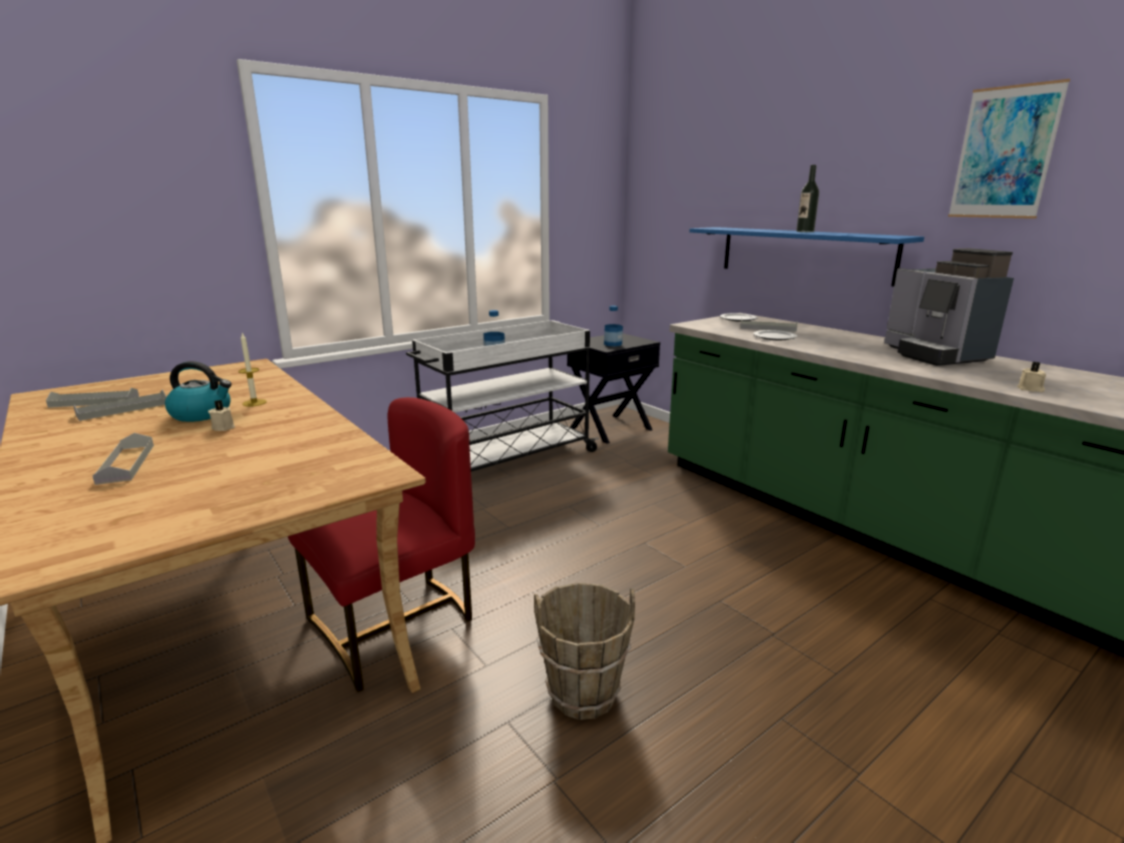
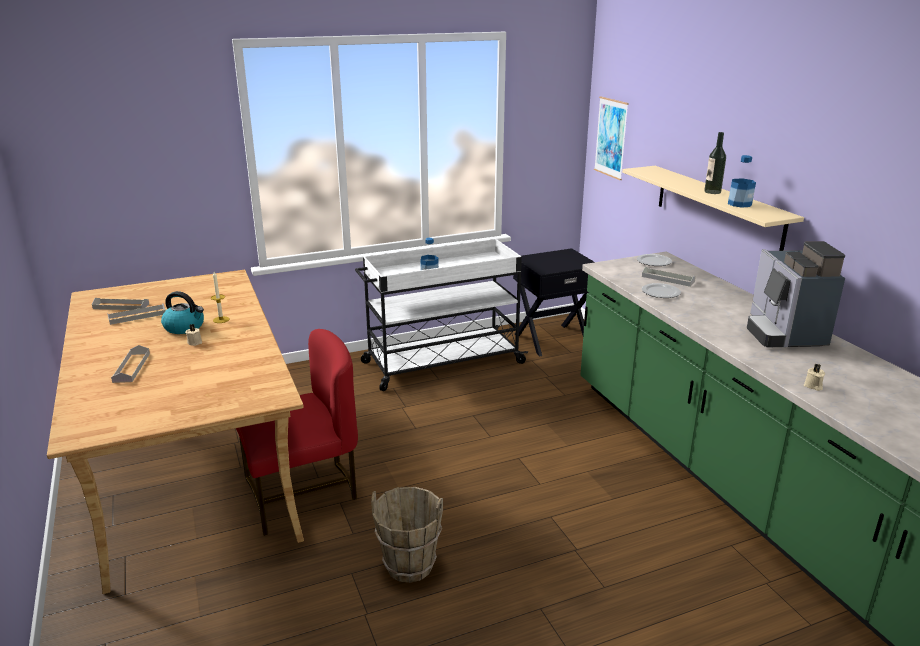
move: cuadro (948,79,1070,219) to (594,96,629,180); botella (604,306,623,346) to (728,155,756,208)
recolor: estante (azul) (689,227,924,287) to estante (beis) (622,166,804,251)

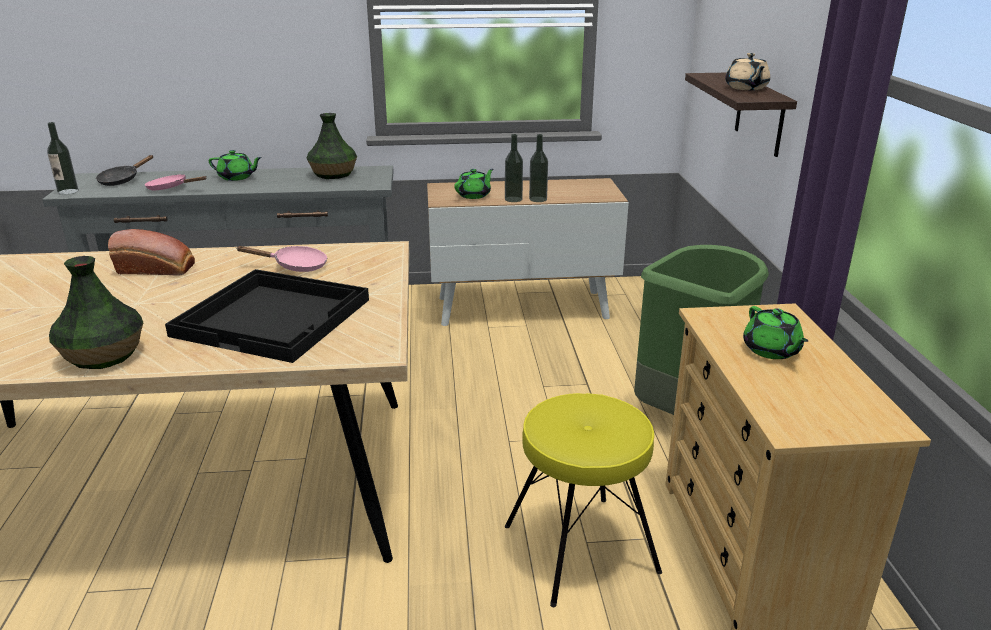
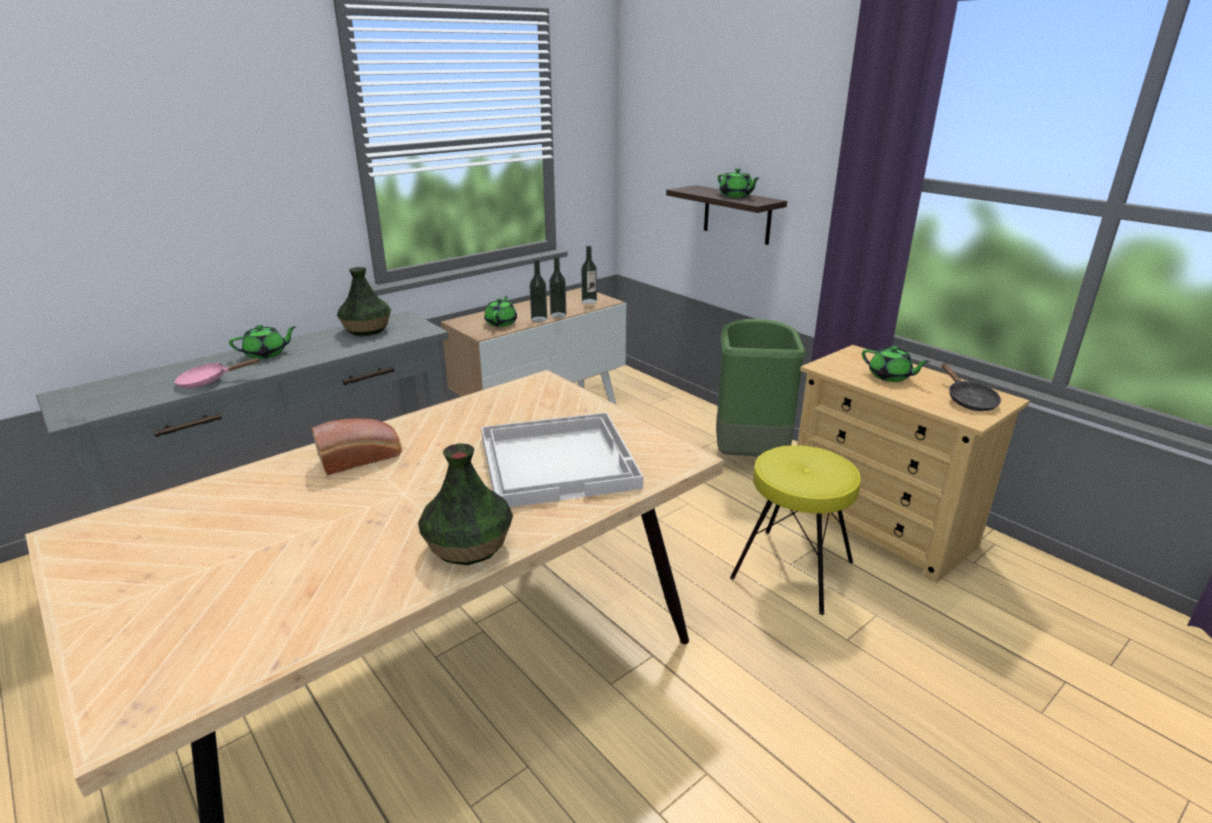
delete: sartén (rosa) (237,246,327,272)
move: botella (47,122,78,195) to (581,246,597,304); sartén (negro) (96,155,153,186) to (941,363,1001,411)
recolor: bandeja (negro) (165,269,369,363) to bandeja (blanco) (481,412,644,507); tetera (beis) (725,53,770,90) to tetera (verde) (718,168,759,197)

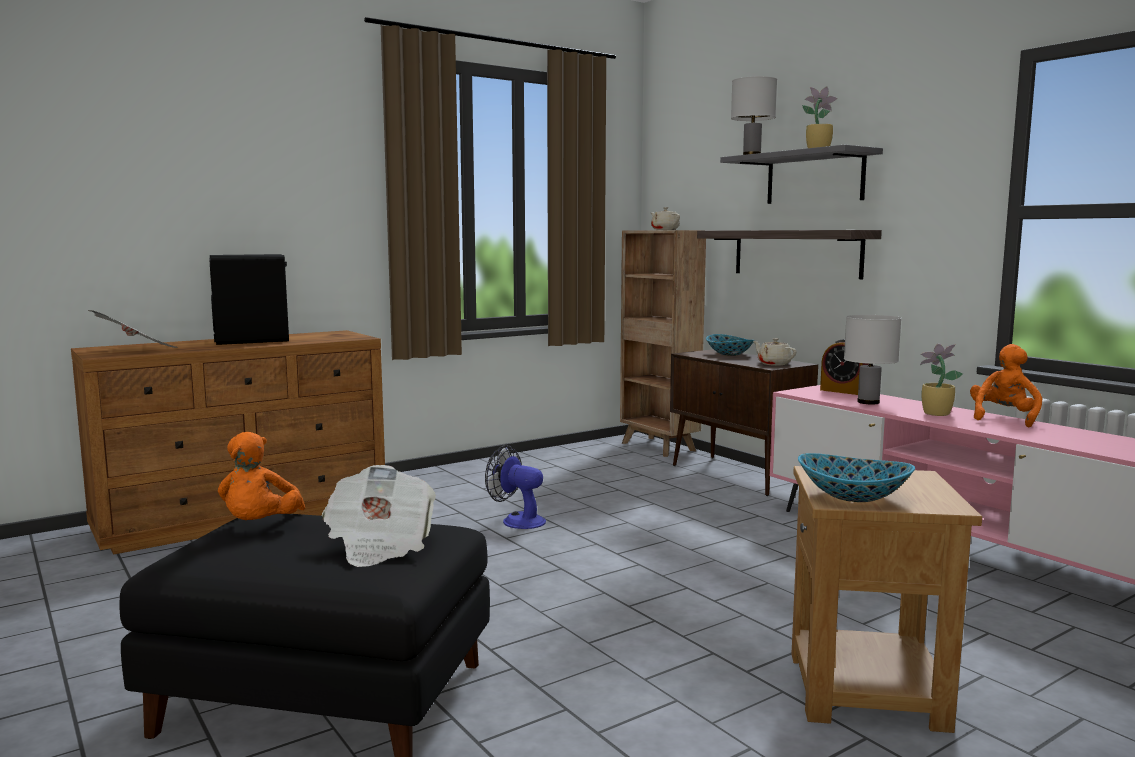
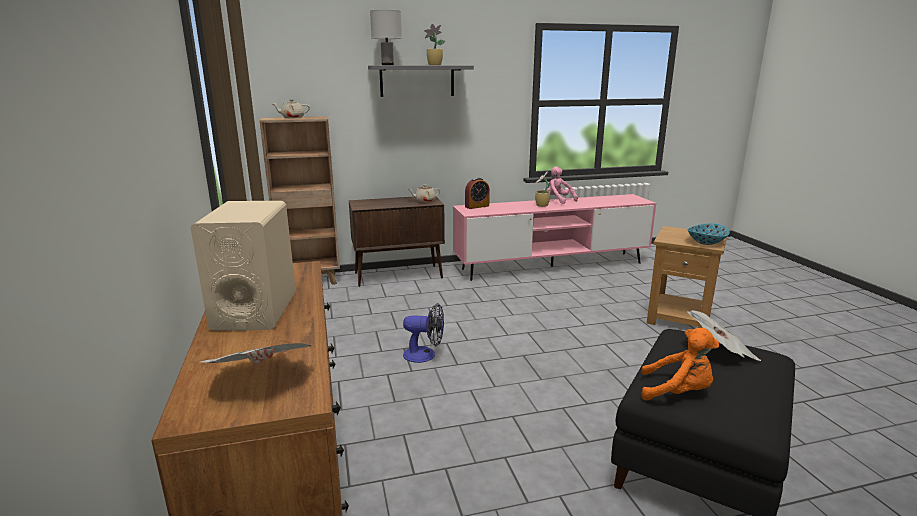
delete: estante (697,230,882,279); cuenco (706,334,755,356); lámpara de mesa (blanco) (844,315,902,404)
recolor: altavoz (negro) (209,254,289,345) to altavoz (beis) (191,201,296,331); peluche (naranja) (970,344,1042,427) to peluche (rosa) (546,166,578,204)
rotate: ventilador (485,445,546,529) = (403,303,444,363) 135 degrees counterclockwise

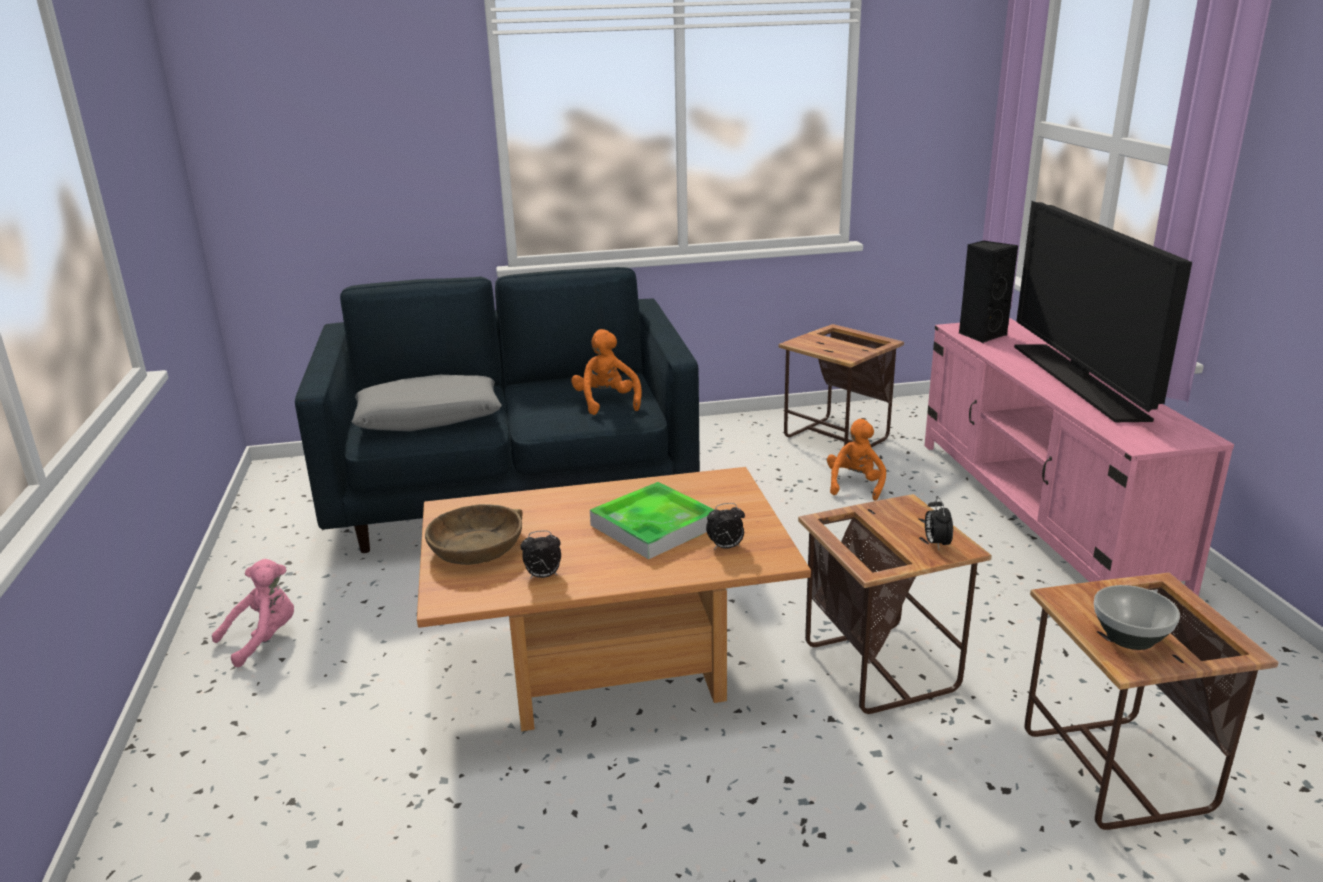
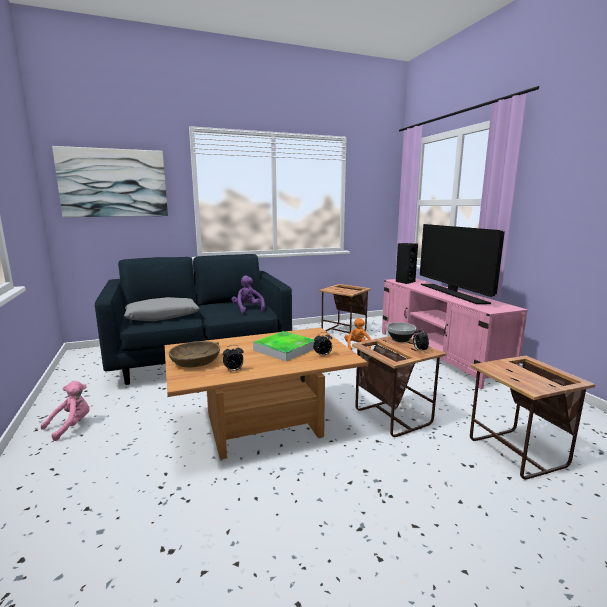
insert: cuadro (52,146,168,217)
move: cuenco (1094,585,1180,650) to (387,322,416,342)
recolor: peluche (naranja) (571,329,642,415) to peluche (morado) (231,276,265,313)

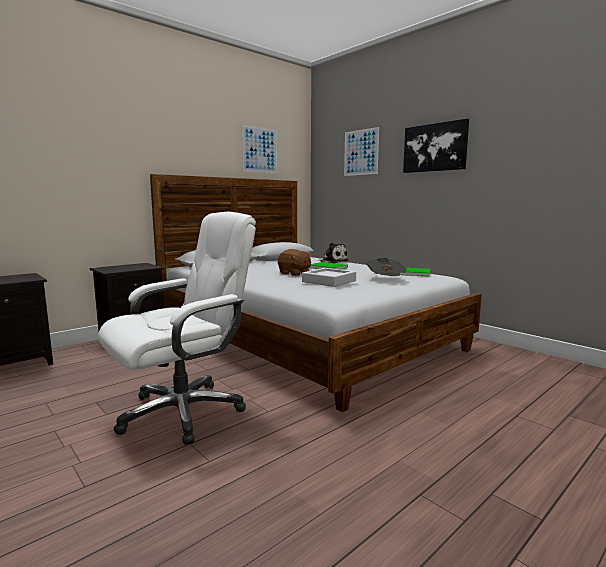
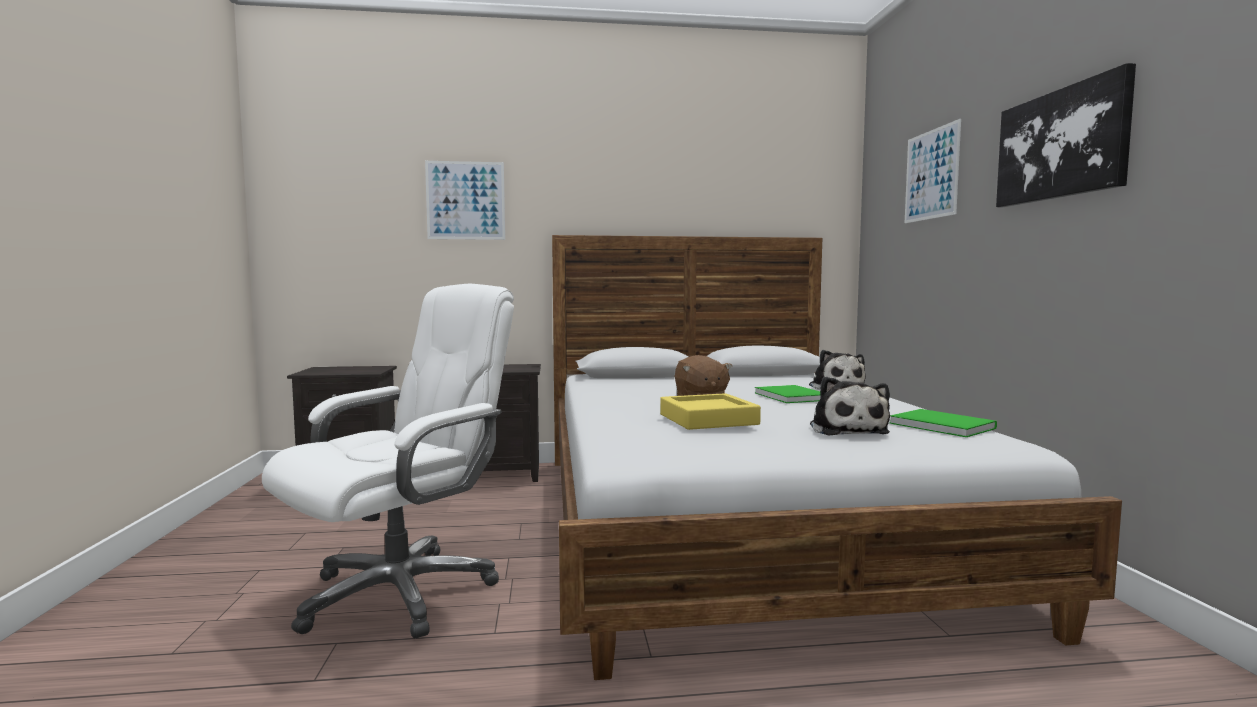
move: cuadro (241,125,277,173) to (425,161,505,240)
replace: periódico (365,258,407,276) to peluche (810,376,890,436)
recolor: bandeja (gris) (302,268,356,287) to bandeja (amarillo) (660,393,761,430)
rotate: silla de oficina (blanco) (98,212,256,445) = (262,284,514,638) 45 degrees counterclockwise

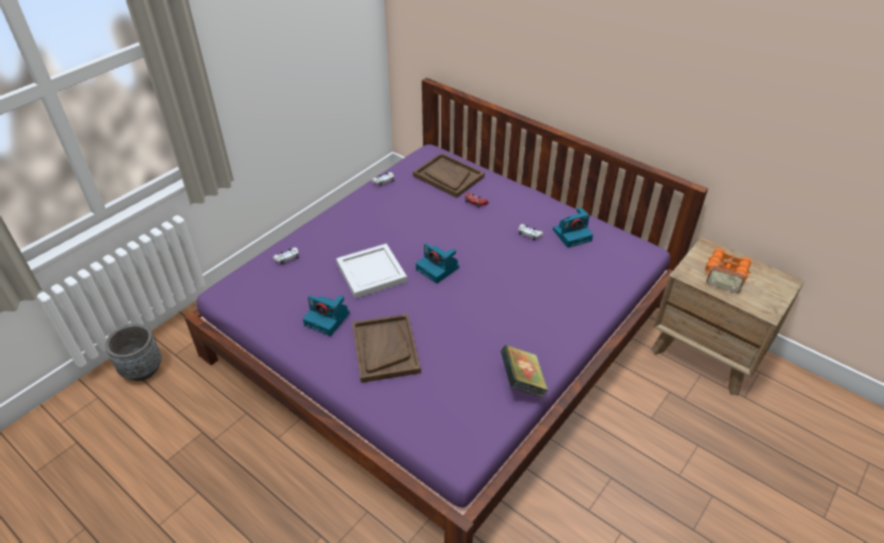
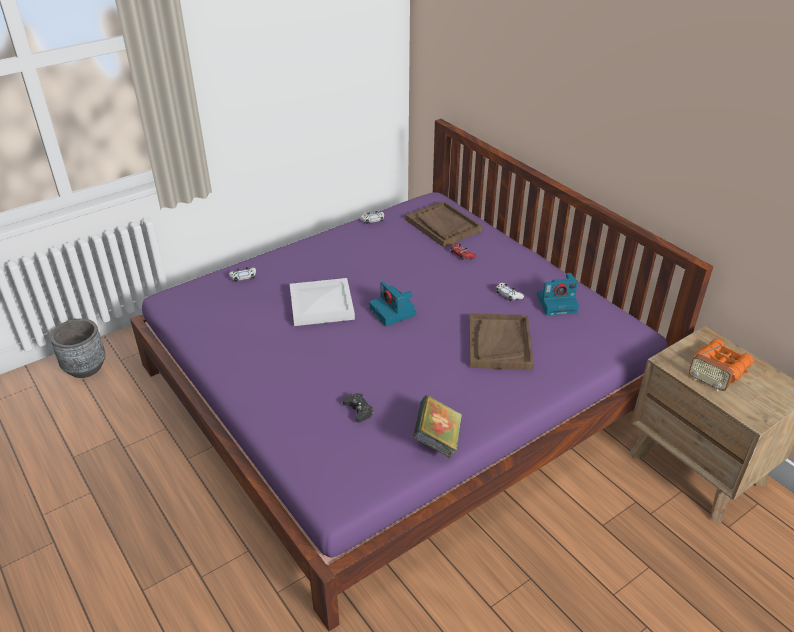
delete: cámara (303,295,350,336)
insert: mando de consola (negro) (343,393,373,423)
move: bandeja (marrón) (352,314,421,383) to (469,313,534,370)

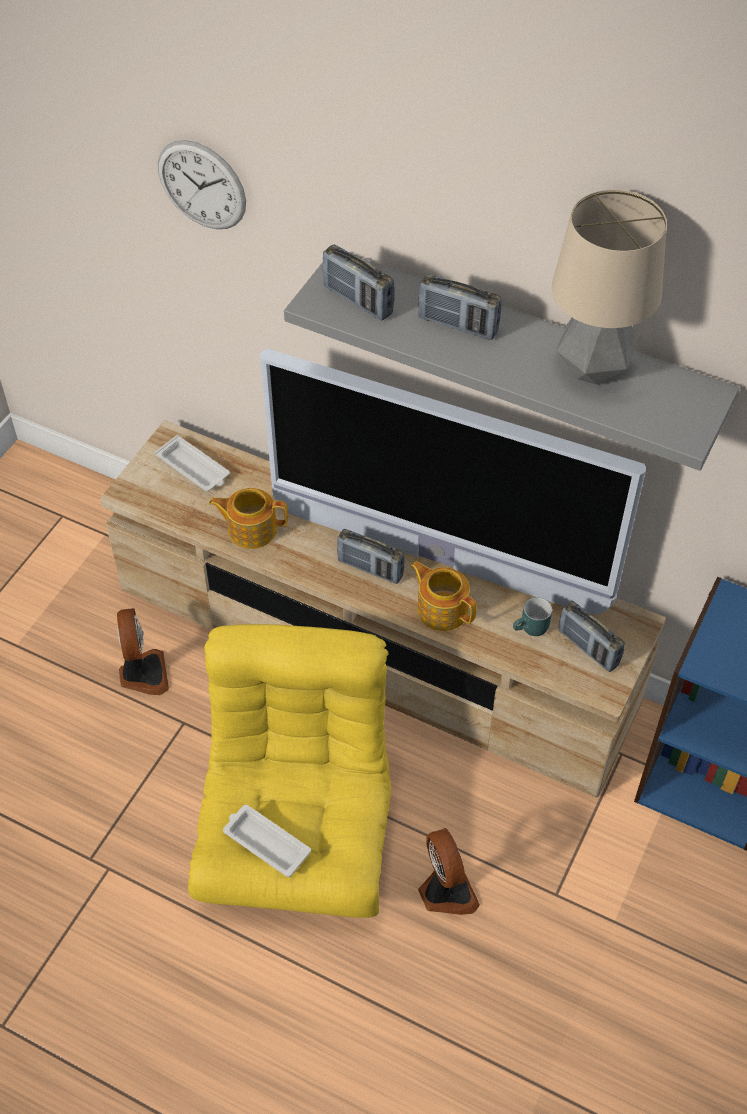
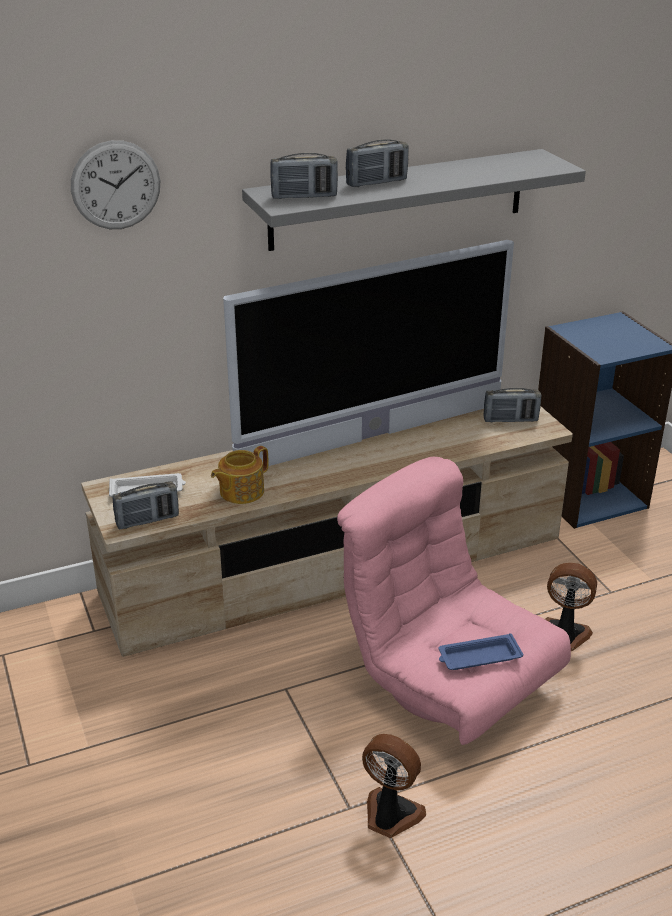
delete: tetera (411,561,477,631); taza grande (turquesa) (513,597,552,636); lámpara de mesa (552,189,667,385)
move: radio (337,529,405,584) to (112,481,179,530); ventilador (117,608,169,695) to (362,734,426,838)
recolor: sillón (amarillo) (188,624,391,918) to sillón (rosa) (337,457,571,745); bandeja (blanco) (223,805,311,877) to bandeja (azul) (439,633,523,670)

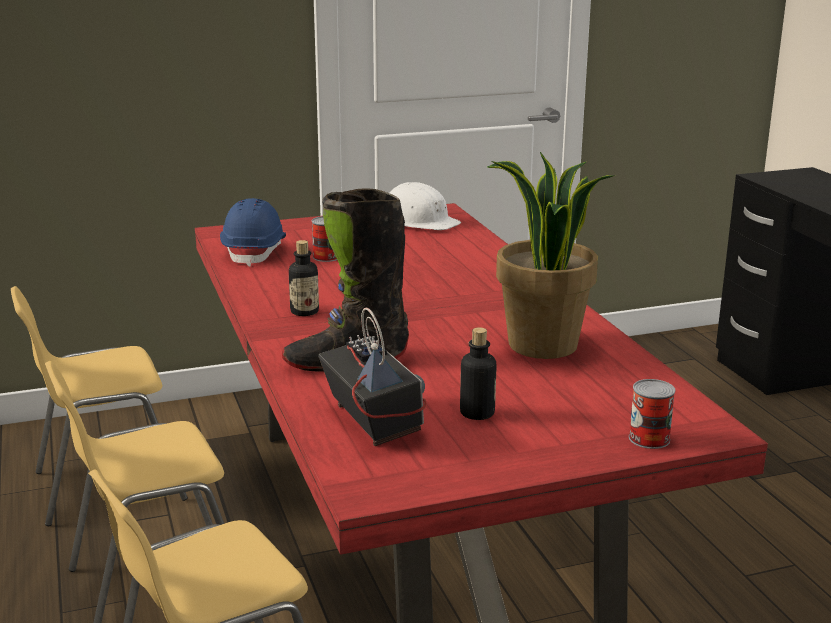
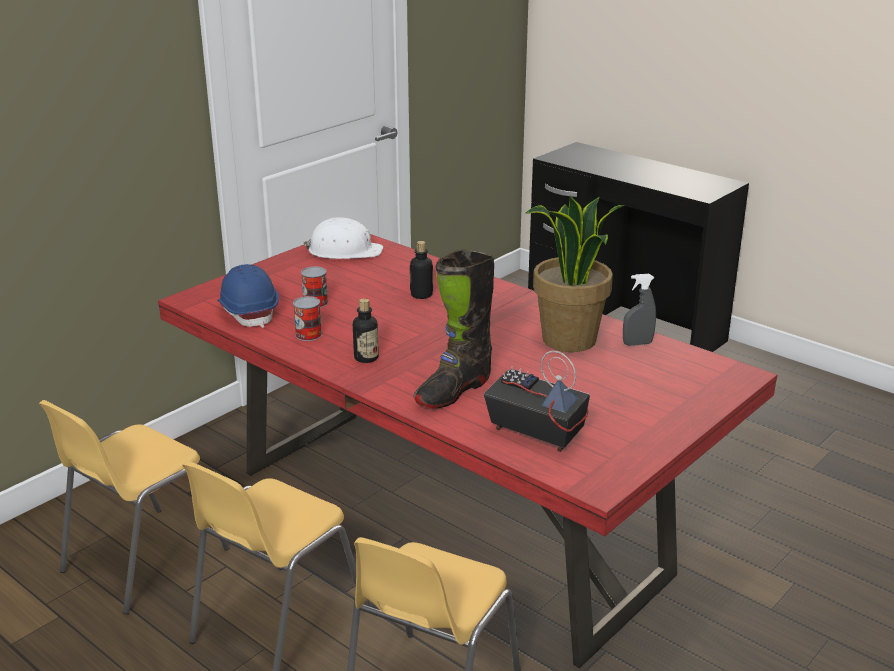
insert: pulverizador (gris) (623,274,656,346)
move: lata (629,379,675,449) to (293,296,322,341); botella (460,327,497,420) to (410,241,433,299)

